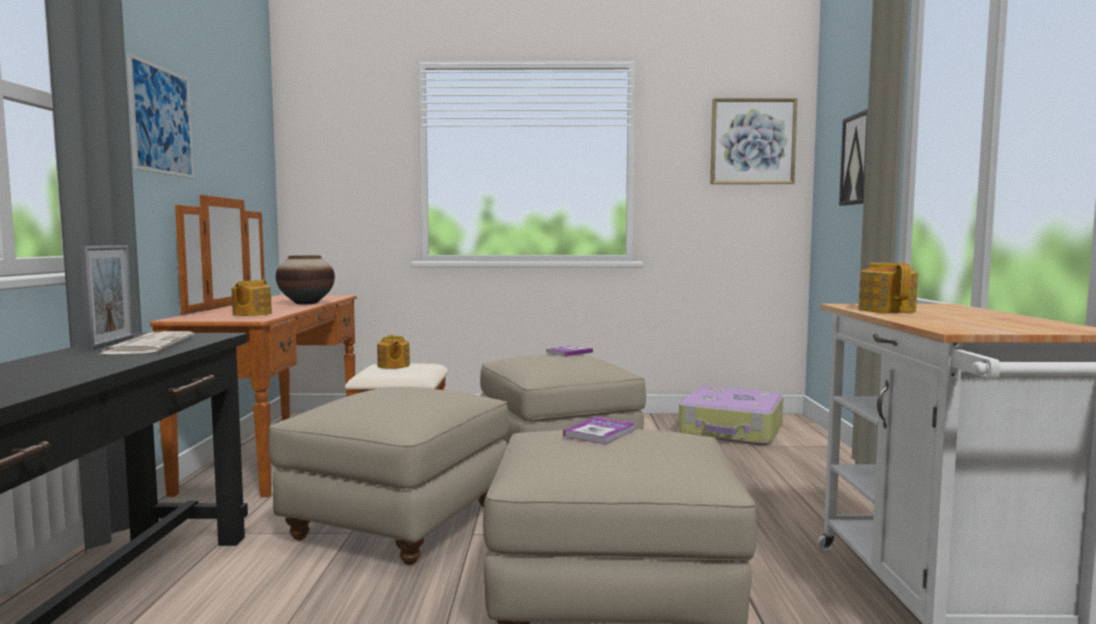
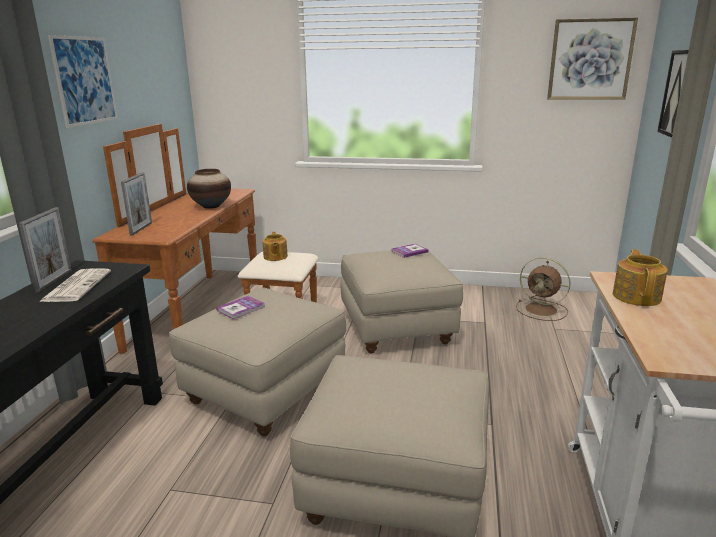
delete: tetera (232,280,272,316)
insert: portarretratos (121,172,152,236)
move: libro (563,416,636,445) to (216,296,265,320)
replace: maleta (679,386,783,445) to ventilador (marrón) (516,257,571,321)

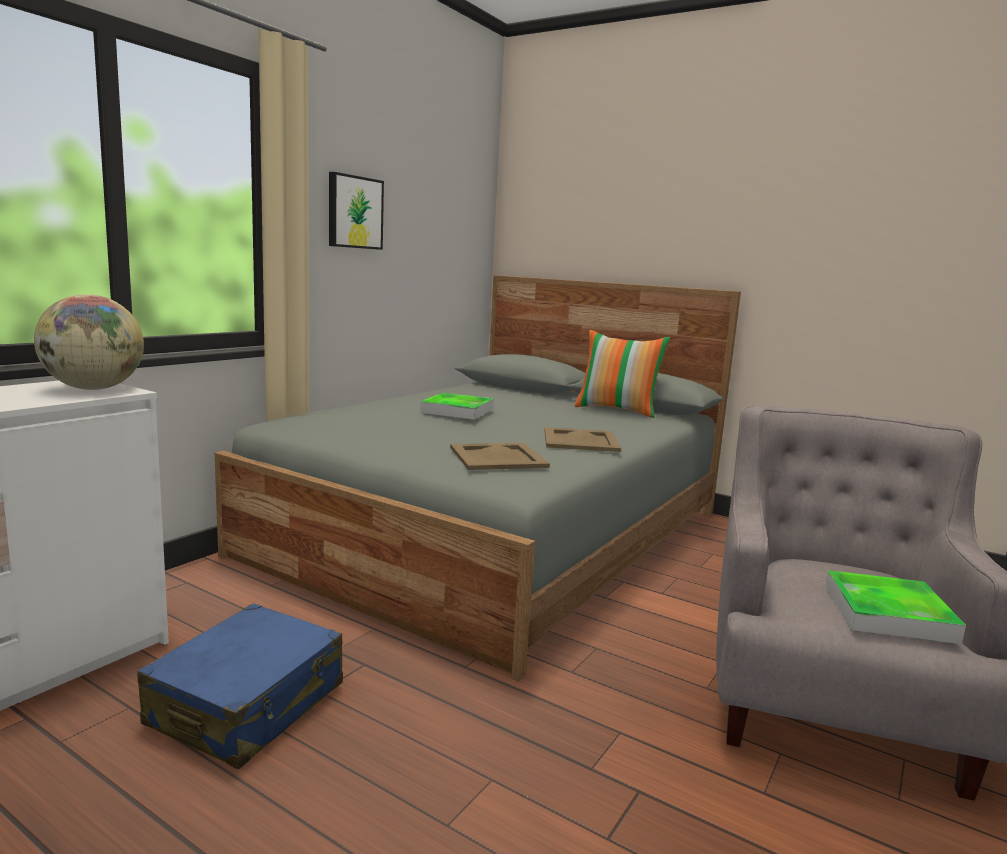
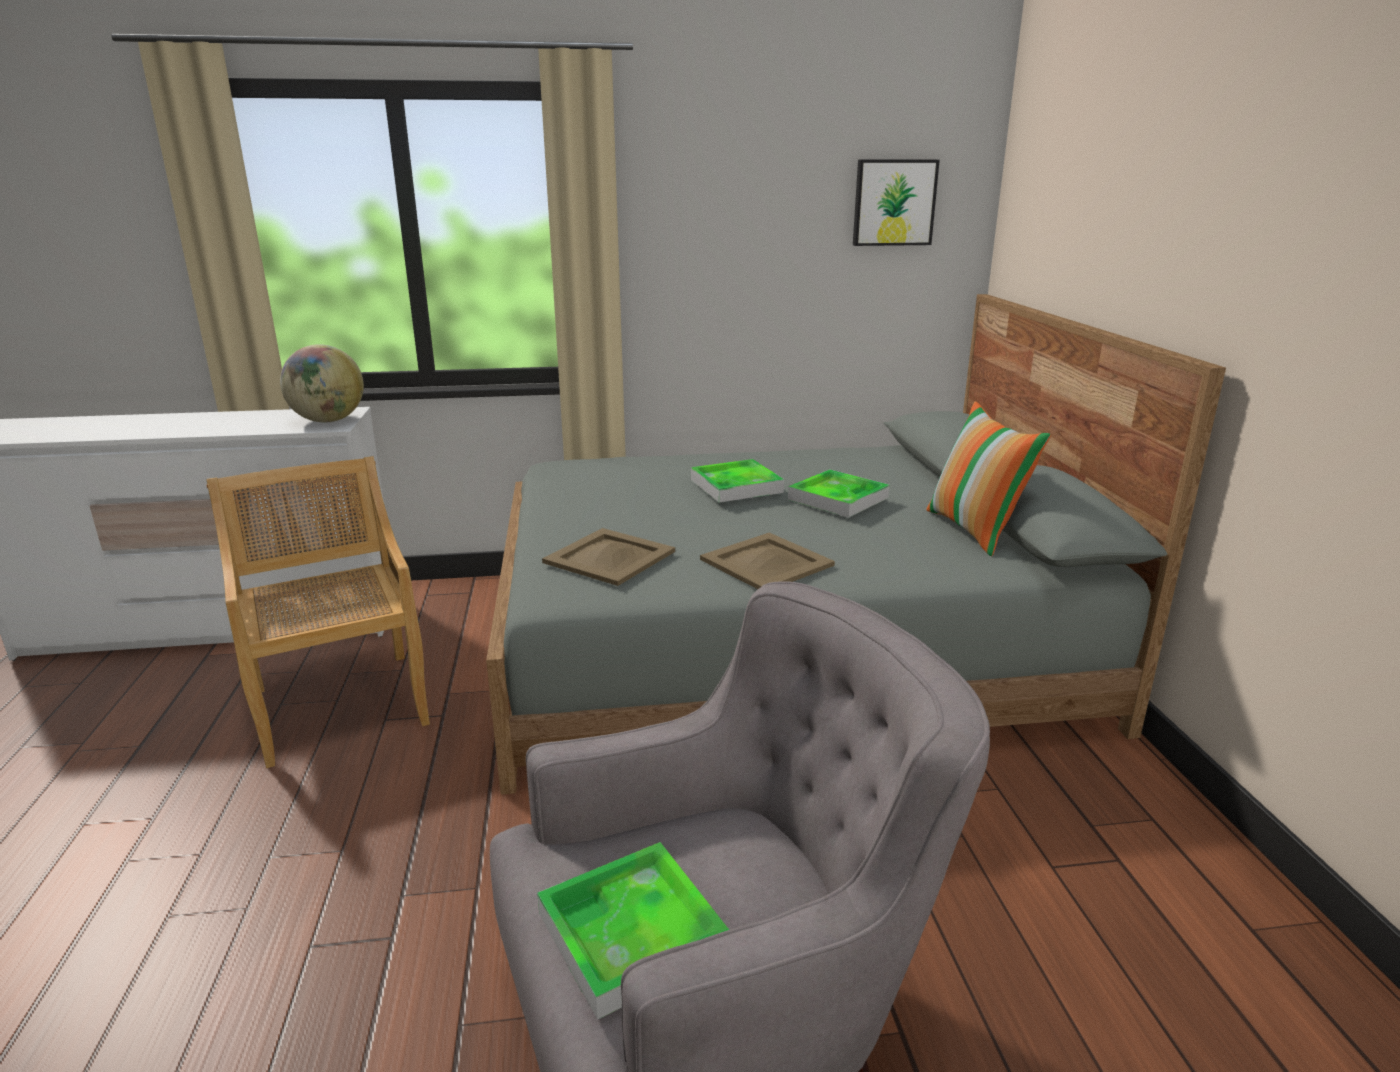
insert: bandeja (788,469,889,518)
move: cuadro (329,172,384,250) to (853,160,940,246)
replace: maleta (azul) (137,603,343,769) to silla (beis) (206,456,430,768)

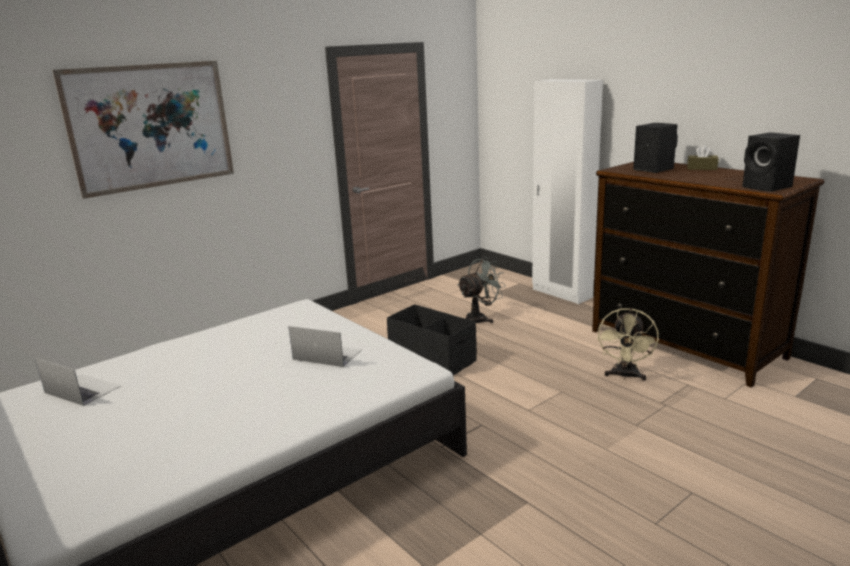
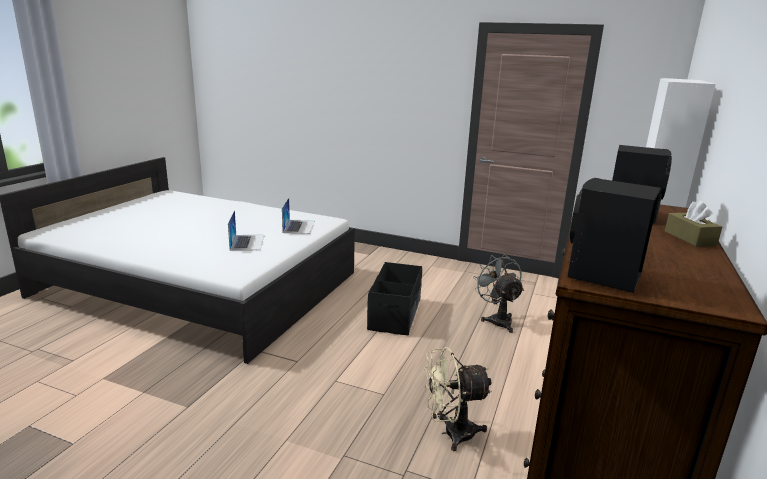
delete: cuadro (52,61,234,199)
move: portátil (35,358,121,406) to (282,198,315,234)
rotate: ventilador (gris) (457,257,506,323) = (473,254,524,333) 135 degrees counterclockwise

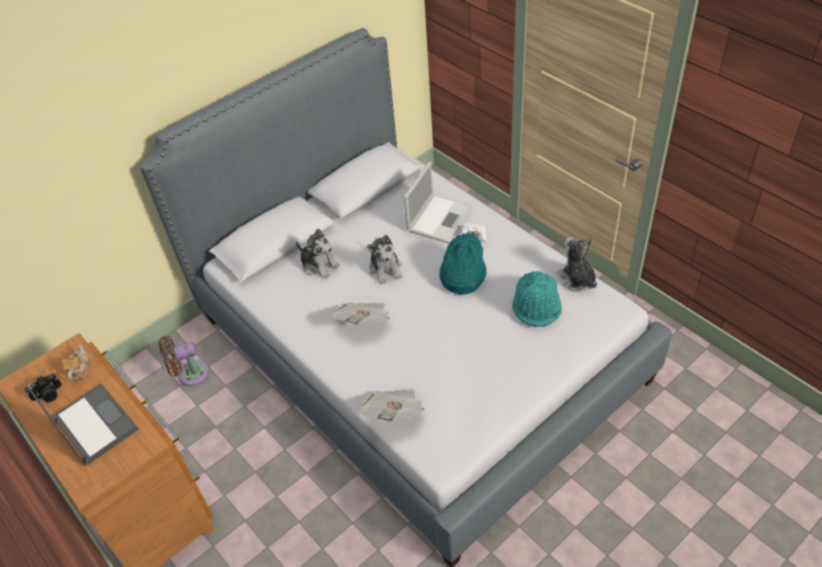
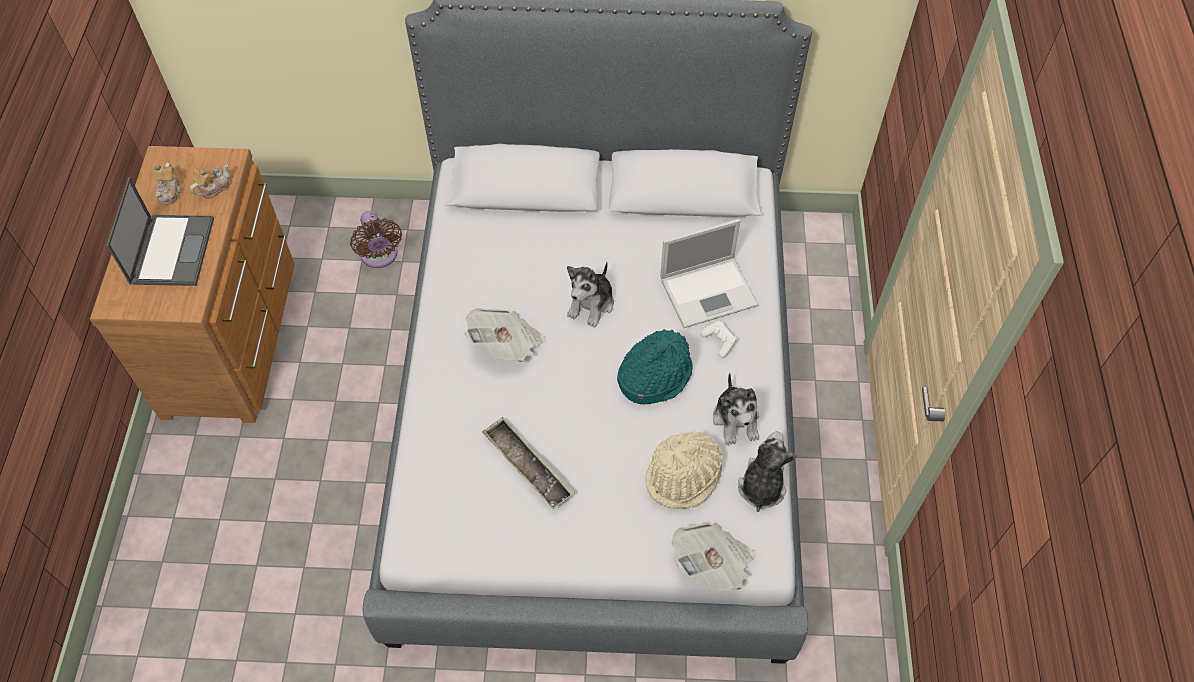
insert: bandeja (482,417,574,509)
move: periódico (359,388,424,422) to (672,523,756,591); peluche (296,229,340,279) to (713,373,759,445)
replace: cámara (24,373,62,402) to tetera (154,163,183,205)
recolor: sombrero (turquesa) (512,271,562,327) to sombrero (beis) (645,432,722,509)
rotate: ventilador (marrón) (159,336,209,386) = (350,211,402,268) 135 degrees counterclockwise

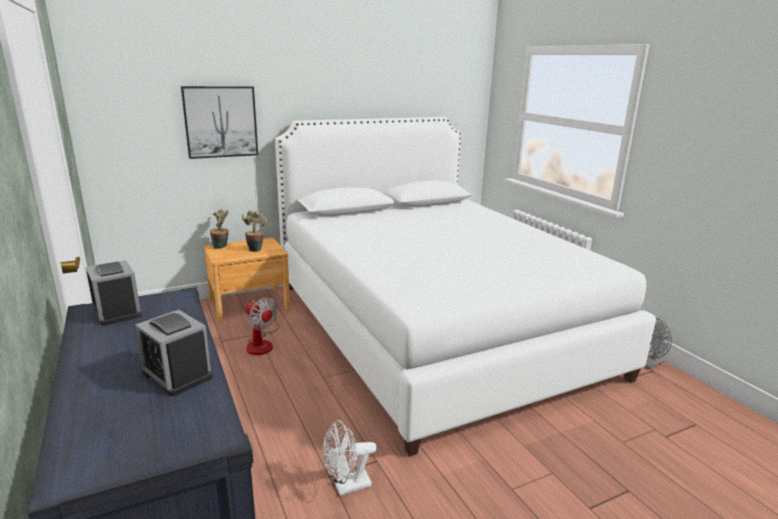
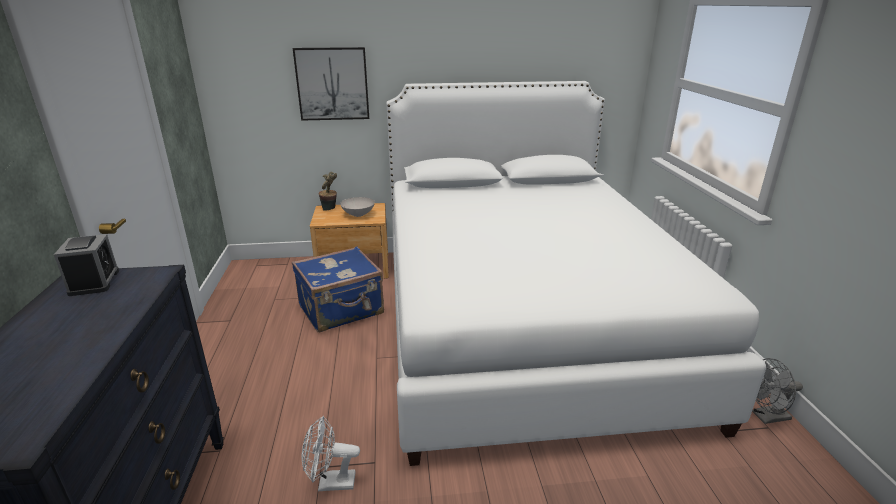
delete: despertador (135,310,213,396)
replace: ventilador (246,298,279,355) to maleta (azul) (292,246,384,332); planta en maceta (242,211,267,252) to cuenco (blanco) (340,197,375,217)

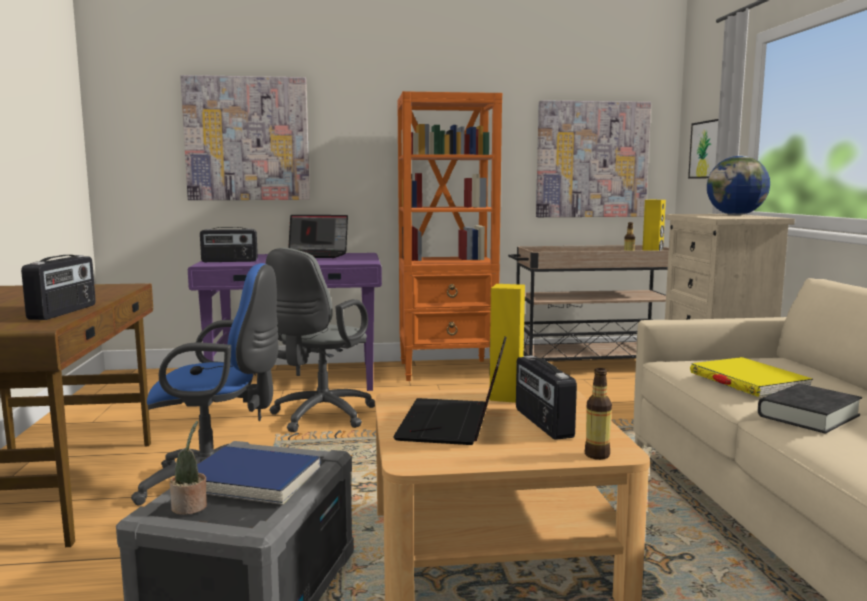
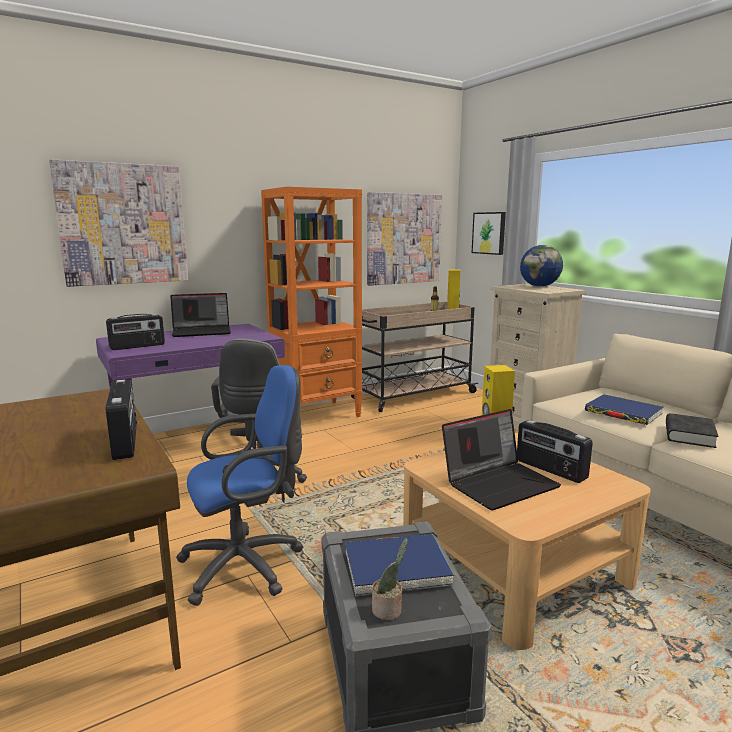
delete: botella (584,368,612,460)
recolor: libro (amarillo) (690,357,813,397) to libro (azul) (585,394,664,425)
rotate: portátil (393,336,507,445) = (442,409,561,511) 105 degrees counterclockwise

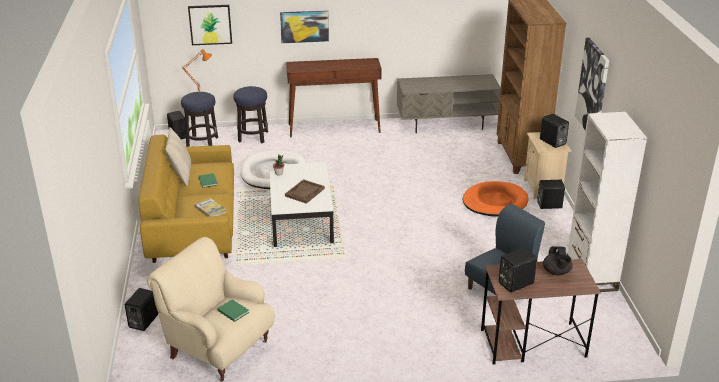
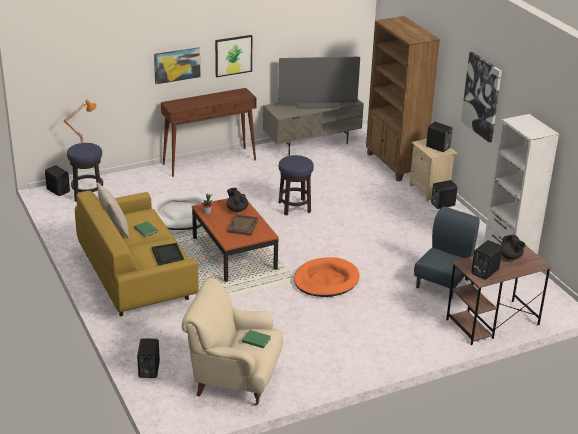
insert: tetera (negro) (226,188,248,212); televisor (278,57,360,109)
move: cuadro (188,5,232,45) to (215,35,252,77); taburete (234,86,268,143) to (278,155,314,215); cama para perro (naranja) (463,181,528,217) to (294,257,360,297)
replace: libro (195,198,227,216) to bandeja (negro) (152,243,184,265)
recolor: mesa de centro (blanco) (269,162,334,247) to mesa de centro (marrón) (192,198,279,282)

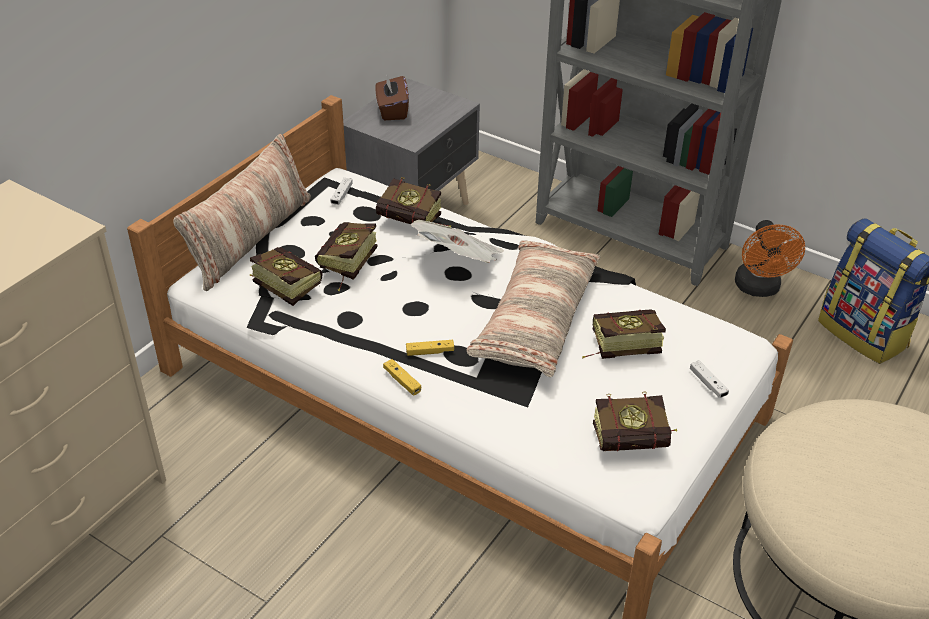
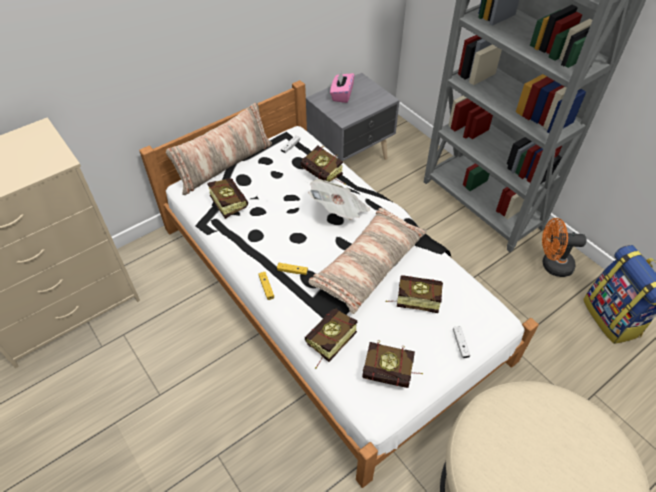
move: libro (315,222,378,291) to (305,309,357,369)
recolor: caja de pañuelos (marrón) (375,73,409,120) to caja de pañuelos (rosa) (330,71,354,103)
rotate: ventilador (naranja) (735,220,805,297) = (542,218,587,277) 75 degrees clockwise

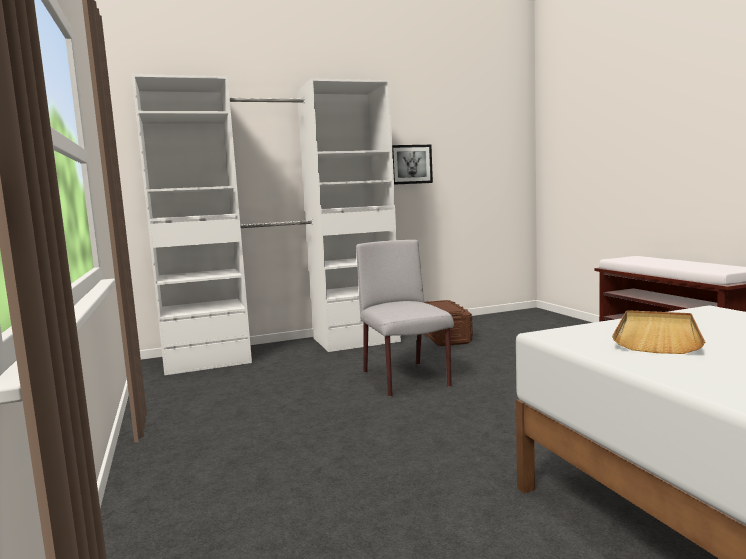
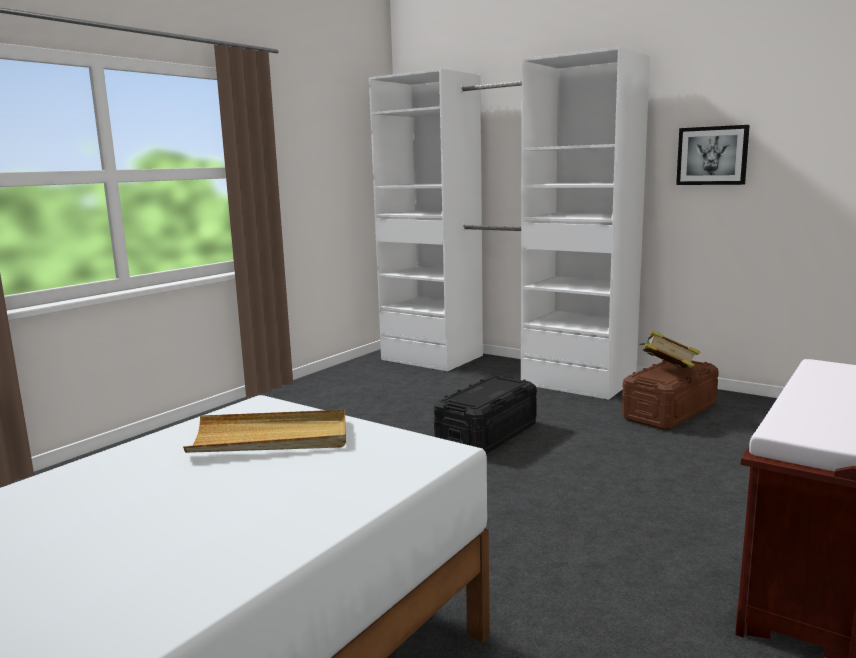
insert: libro (639,331,701,369)
replace: silla (gris) (356,240,454,397) to caja de almacenaje (negro) (434,376,537,454)

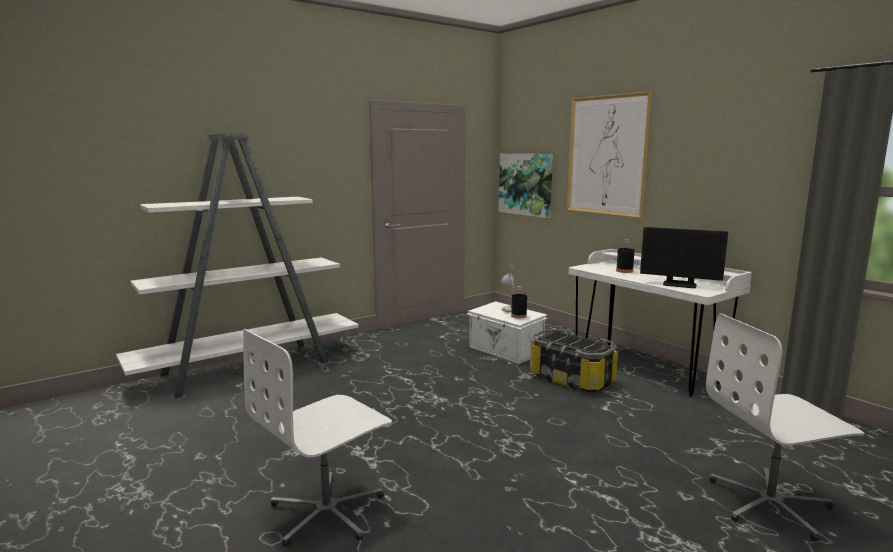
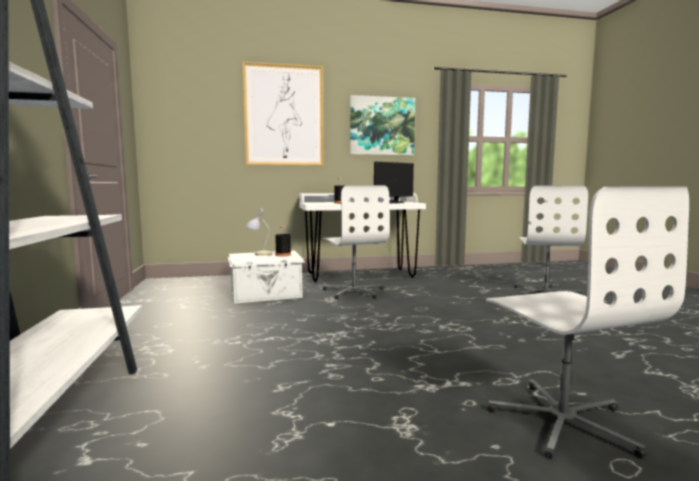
move: cuadro (499,154,553,218) to (350,95,415,156)
replace: caja de almacenaje (530,329,618,392) to silla de oficina (blanco) (323,185,390,299)

